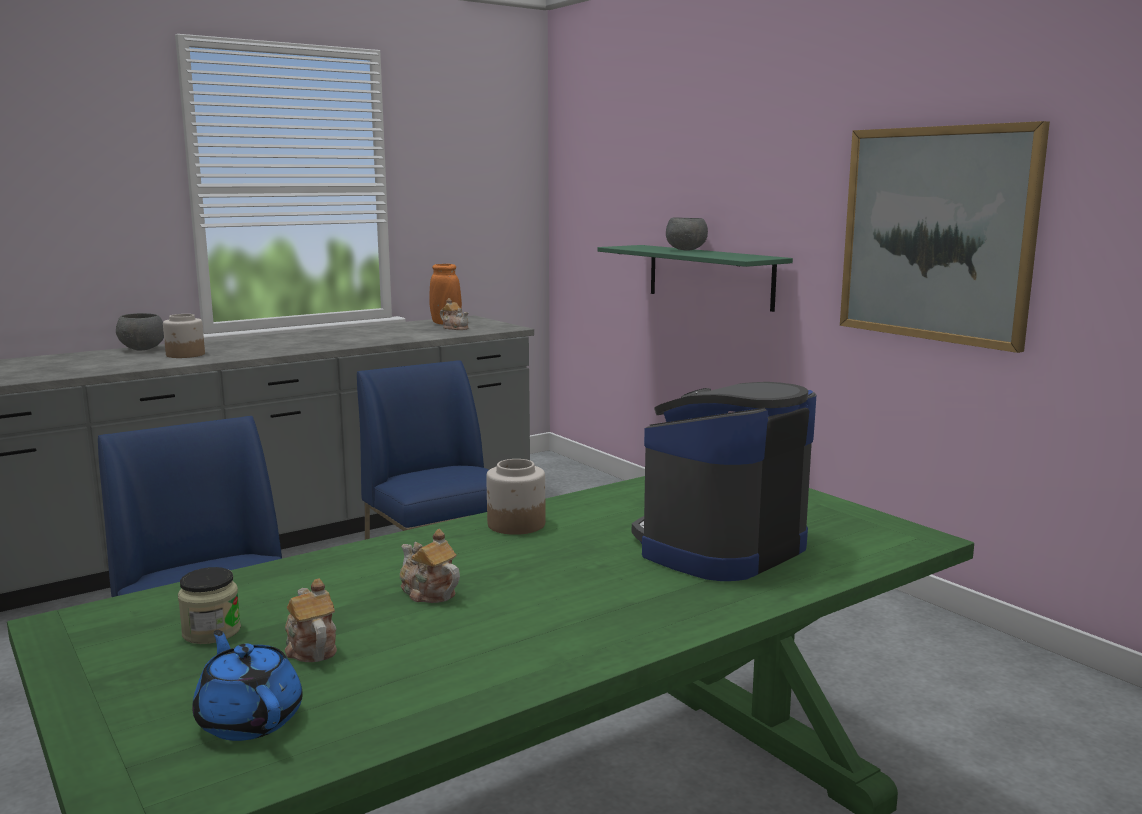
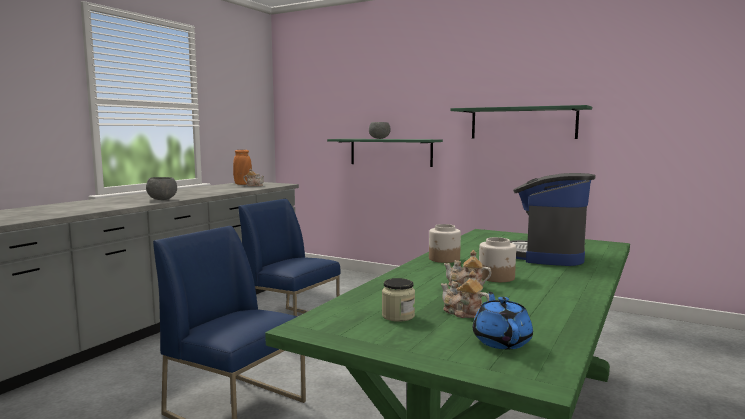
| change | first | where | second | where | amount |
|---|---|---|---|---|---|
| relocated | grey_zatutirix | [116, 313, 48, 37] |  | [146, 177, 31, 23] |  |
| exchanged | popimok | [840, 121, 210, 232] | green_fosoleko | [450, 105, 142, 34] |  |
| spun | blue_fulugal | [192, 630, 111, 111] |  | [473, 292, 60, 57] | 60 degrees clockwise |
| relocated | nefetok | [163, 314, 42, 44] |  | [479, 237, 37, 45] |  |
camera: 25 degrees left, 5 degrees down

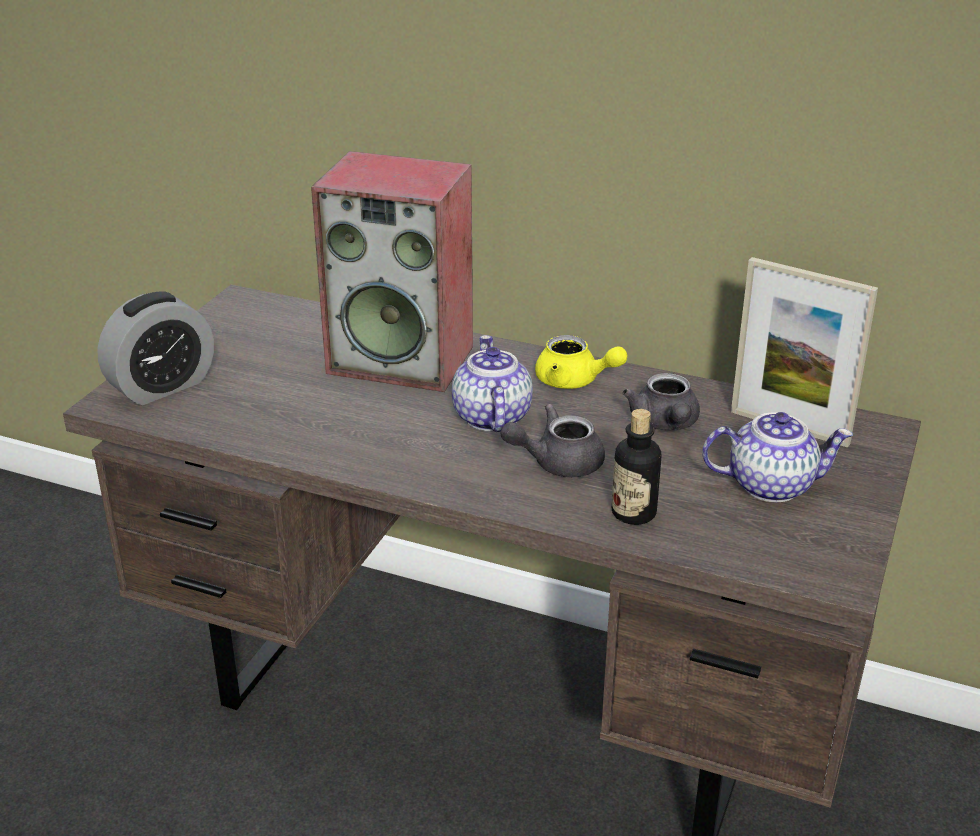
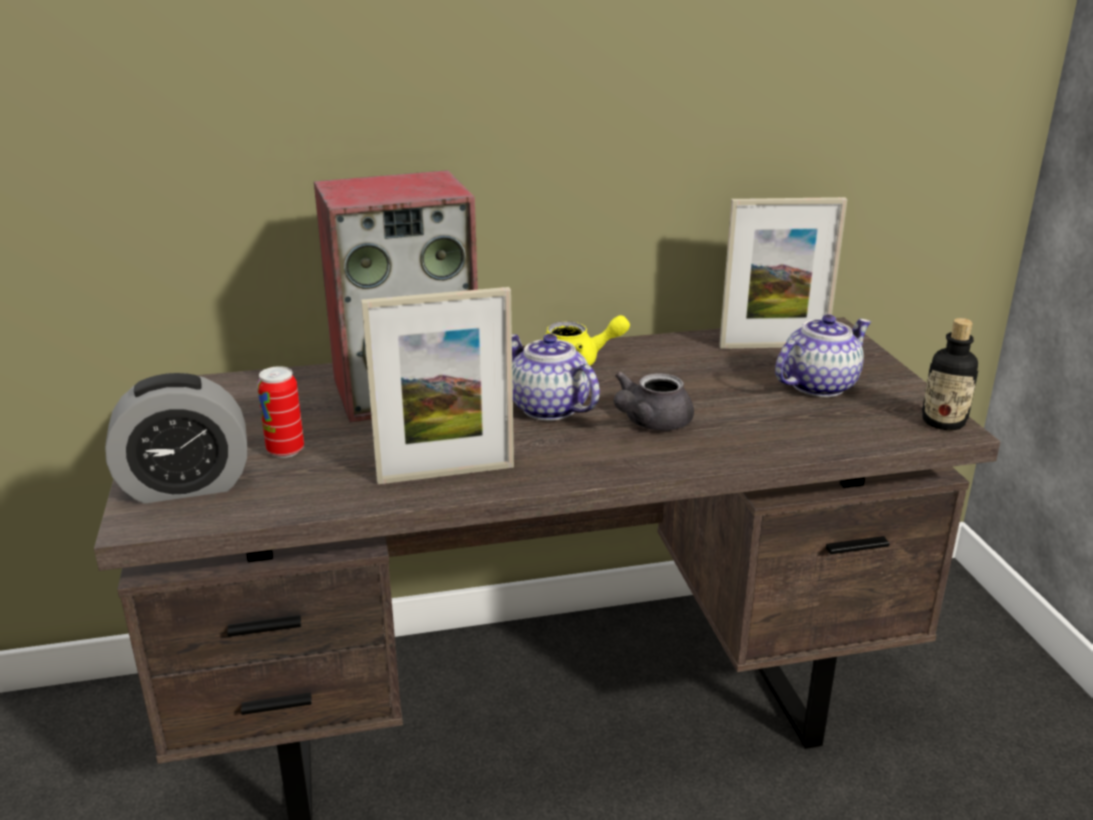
| change | first | where | second | where | amount |
|---|---|---|---|---|---|
| spun | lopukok | [97, 291, 117, 114] |  | [105, 373, 142, 130] | 60 degrees clockwise |
| appeared |  |  | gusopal | [257, 366, 47, 92] |  |
| appeared |  |  | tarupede | [361, 287, 153, 197] |  |
| relocated | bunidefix | [612, 409, 49, 116] |  | [922, 318, 56, 112] |  |
| missing | grey_fulugal | [622, 373, 78, 58] |  |  |  |
camera: 35 degrees left, 5 degrees down

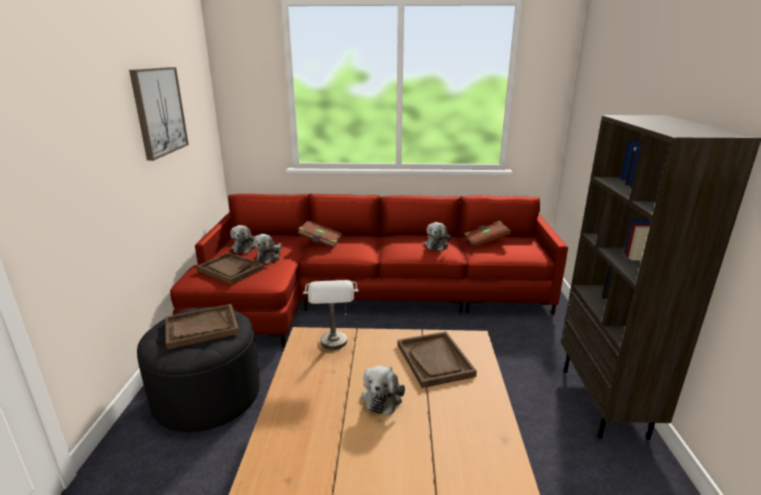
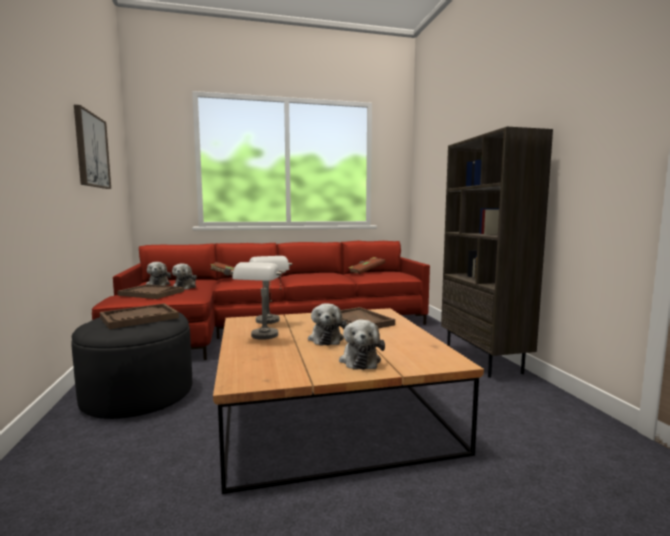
| change | first | where | second | where | amount |
|---|---|---|---|---|---|
| appeared |  |  | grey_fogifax | [231, 262, 55, 78] |  |
| relocated | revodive | [424, 222, 27, 29] |  | [339, 320, 46, 50] |  |
camera: 15 degrees left, 15 degrees down

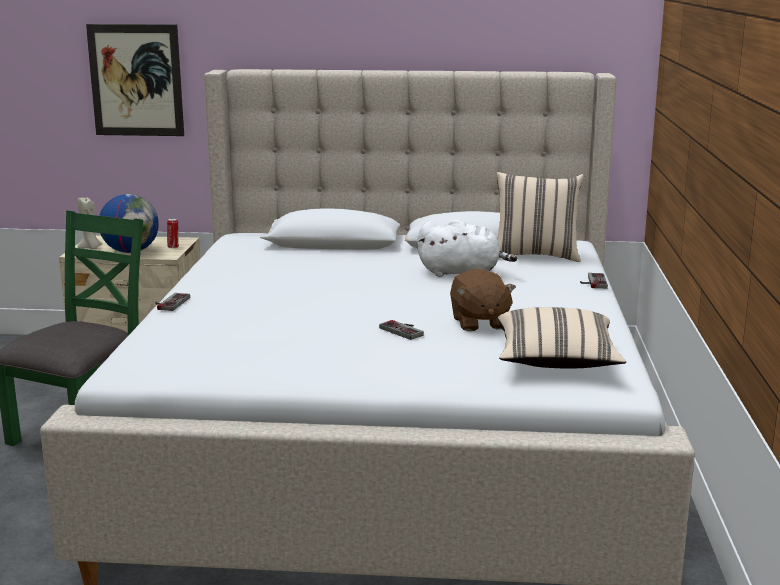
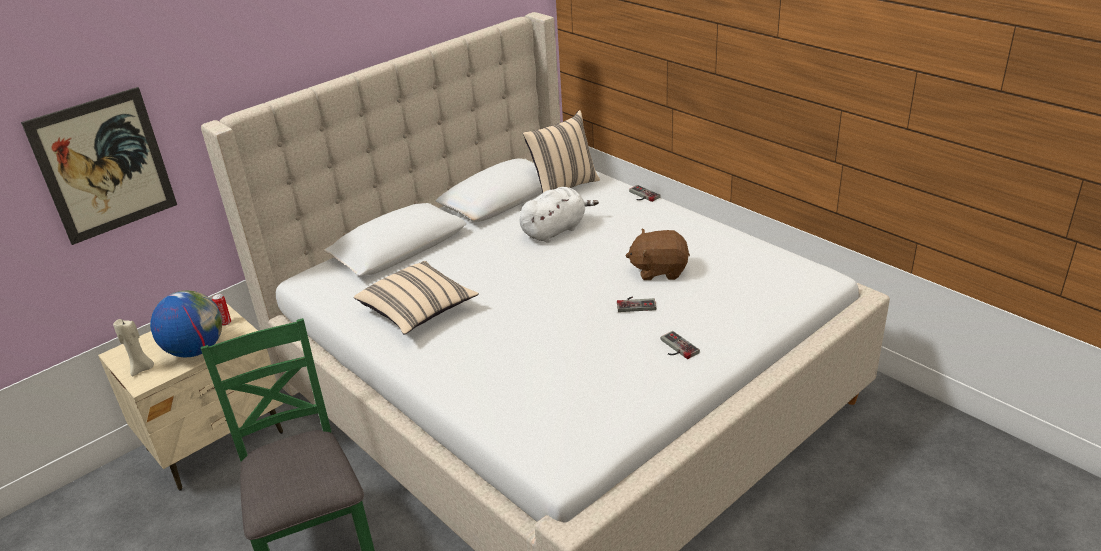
| change | first | where | second | where | amount |
|---|---|---|---|---|---|
| relocated | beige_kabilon | [498, 307, 128, 61] |  | [354, 261, 125, 73] |  |
| spun | brown_revodive | [450, 269, 66, 62] |  | [625, 229, 65, 51] | 150 degrees clockwise |
| relocated | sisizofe | [155, 293, 35, 18] |  | [661, 331, 39, 28] |  |
camera: 45 degrees left, 15 degrees up

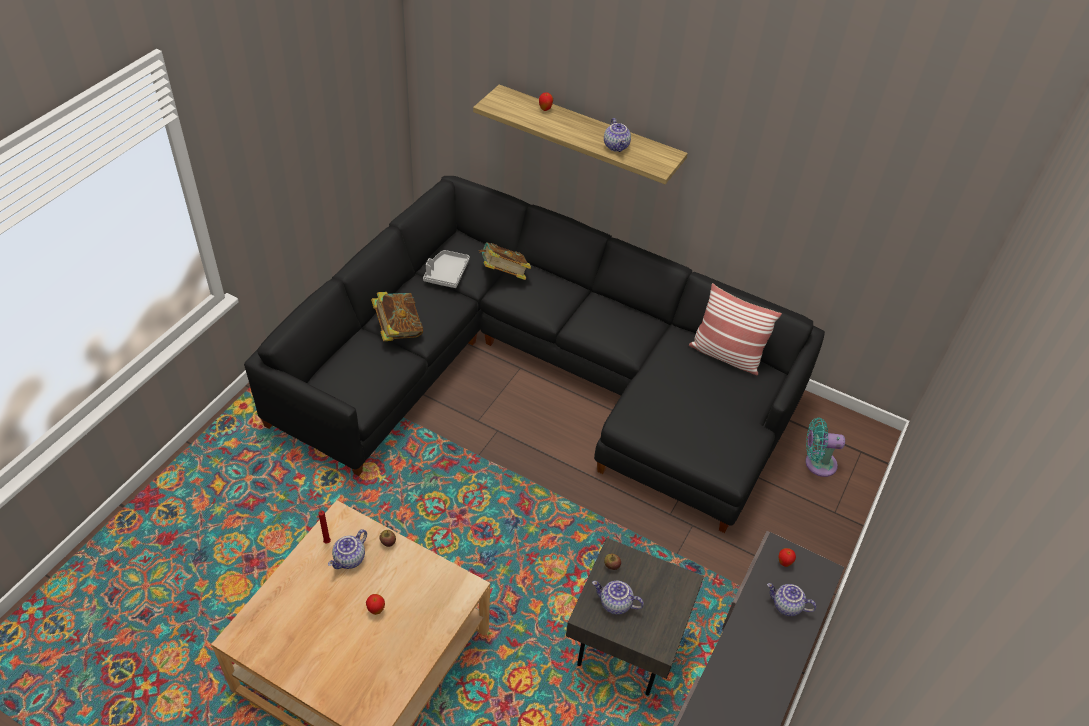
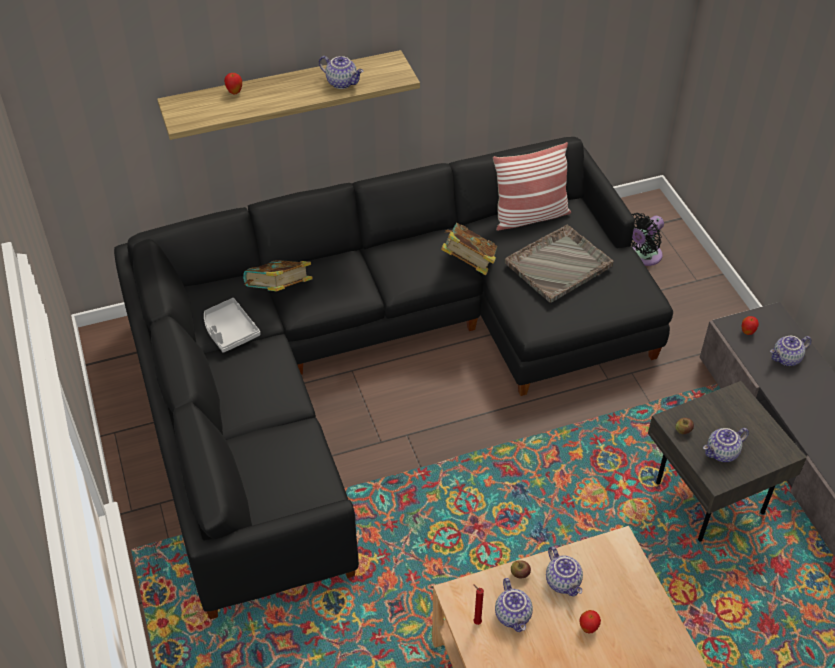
| change | first | where | second | where | amount |
|---|---|---|---|---|---|
| relocated | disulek | [371, 292, 52, 49] |  | [441, 223, 56, 52] |  |
| appeared |  |  | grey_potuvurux | [505, 225, 108, 78] |  |
| appeared |  |  | fulugal | [546, 547, 37, 50] |  |
| colour | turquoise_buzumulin | [805, 418, 40, 59] | black_buzumulin | [631, 213, 33, 53] |  |
camera: 45 degrees left, 0 degrees up

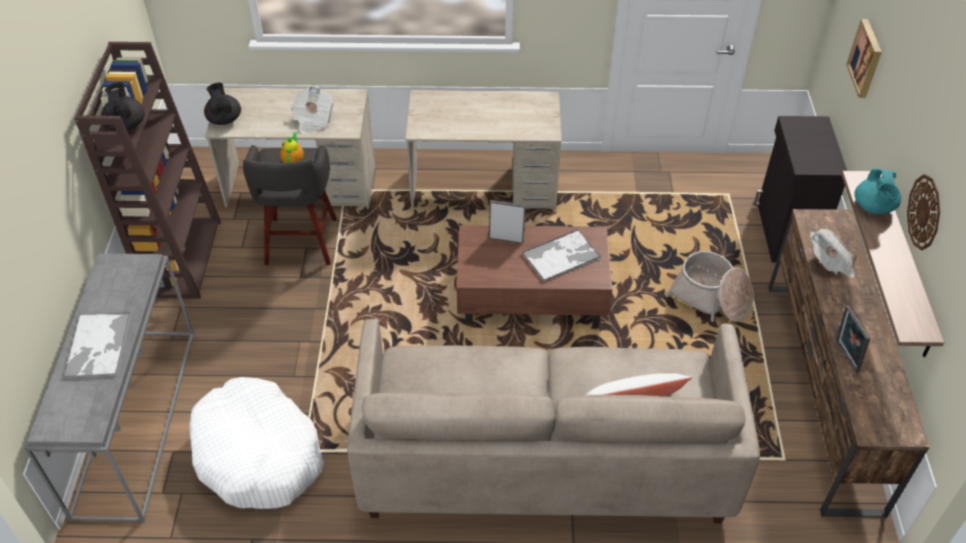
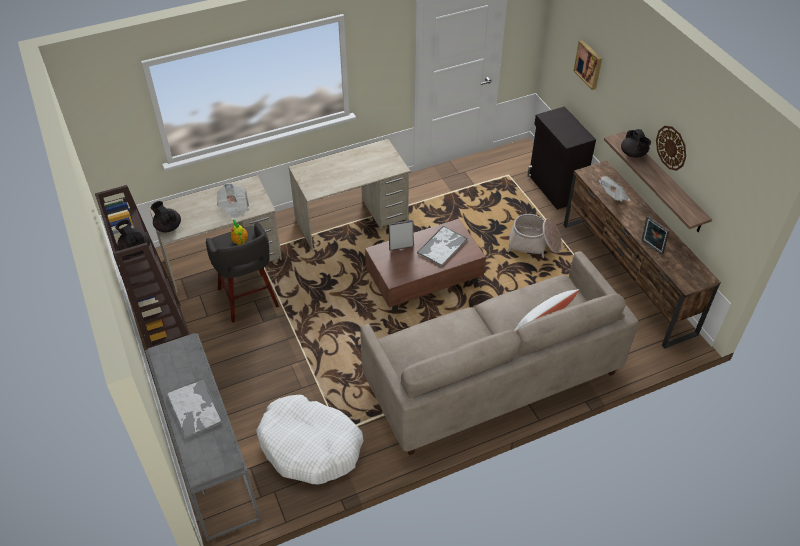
| change | first | where | second | where | amount |
|---|---|---|---|---|---|
| colour | turquoise_fulugal | [855, 168, 46, 46] | black_fulugal | [621, 129, 30, 29] |  |
camera: 25 degrees left, 0 degrees up

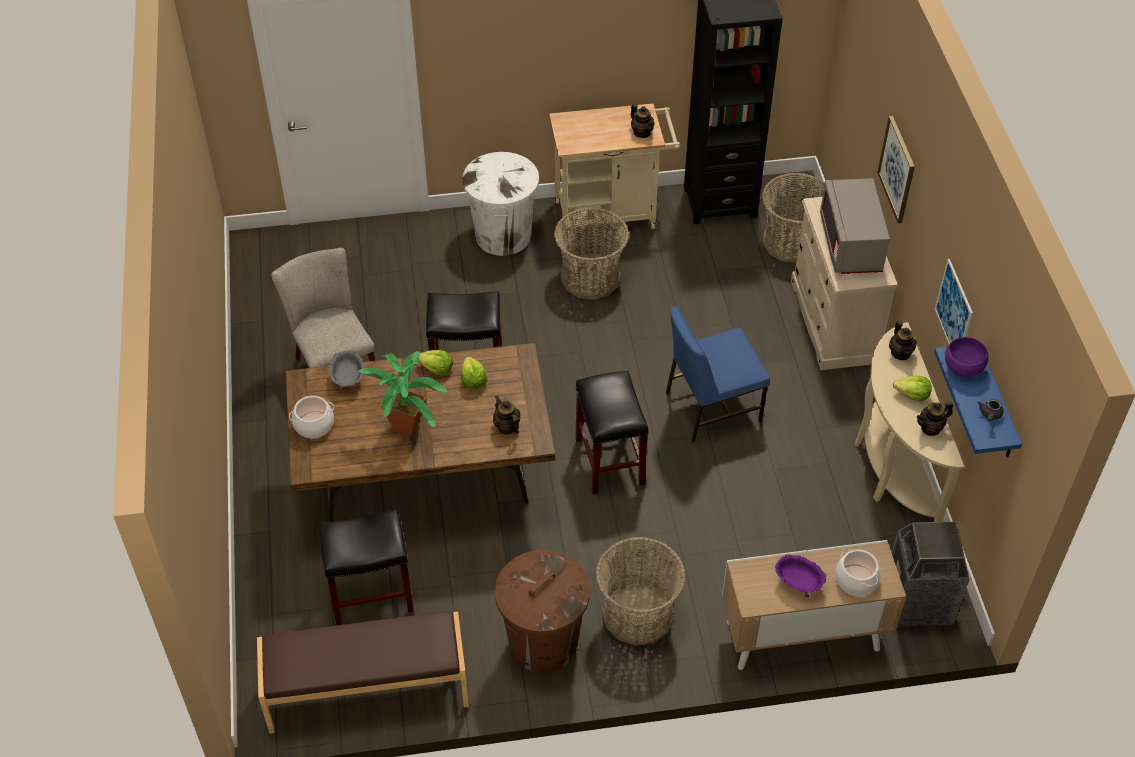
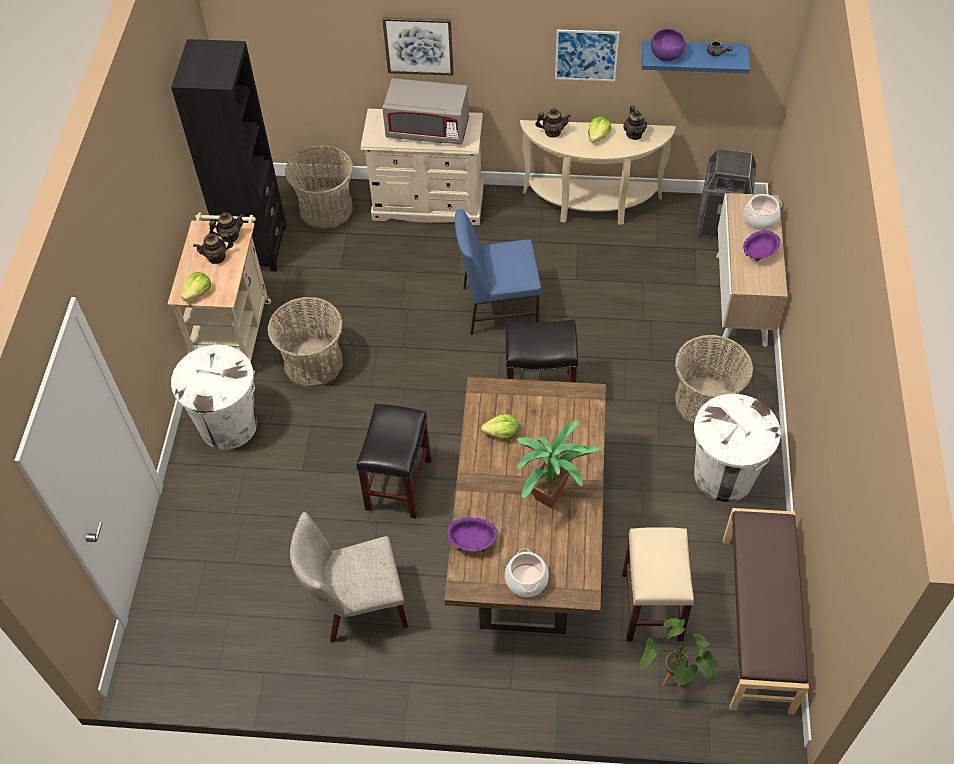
| change | first | where | second | where | amount |
|---|---|---|---|---|---|
| relocated | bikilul | [418, 350, 35, 26] |  | [181, 272, 30, 29] |  |
| relocated | fulugal | [493, 395, 27, 40] |  | [193, 233, 41, 31] |  |
| colour | grey_zatutirix | [328, 351, 36, 38] | purple_zatutirix | [447, 517, 50, 35] |  |
| spun | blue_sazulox | [666, 306, 104, 137] |  | [455, 209, 86, 126] | 90 degrees clockwise |
| colour | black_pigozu | [318, 509, 96, 116] | beige_pigozu | [622, 527, 72, 114] |  |
| appeared |  |  | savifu | [640, 618, 76, 68] |  |
| colour | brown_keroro | [494, 550, 96, 123] | white_keroro | [694, 394, 87, 108] |  |
camera: 75 degrees left, 5 degrees up

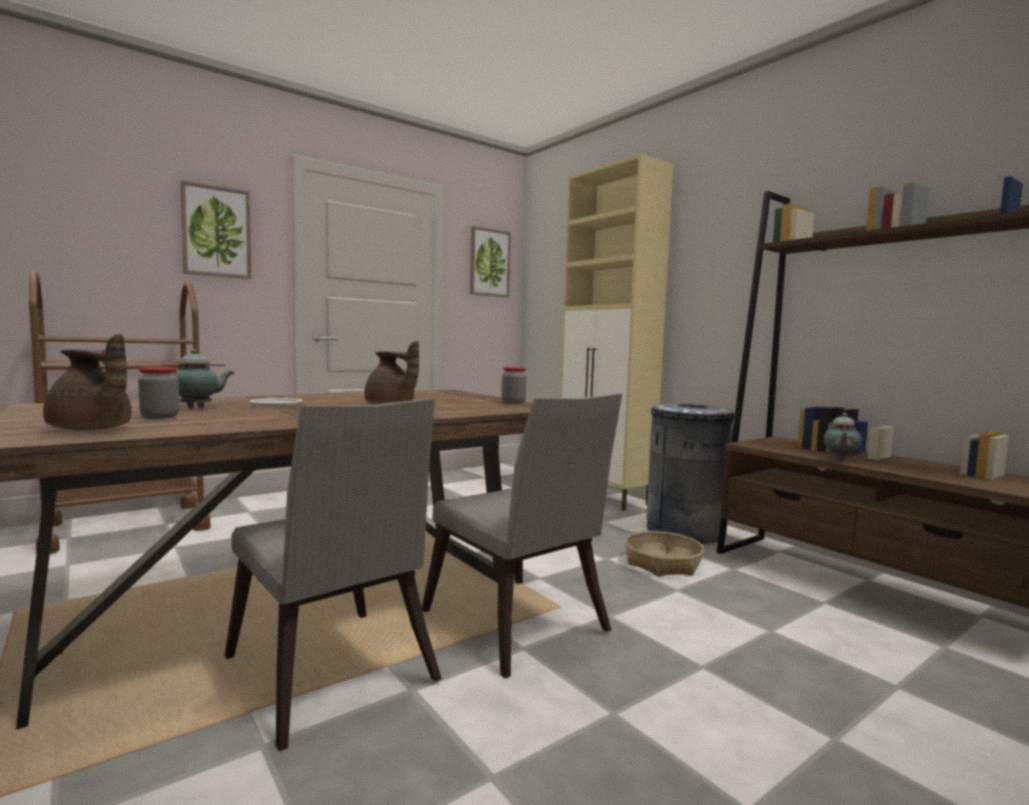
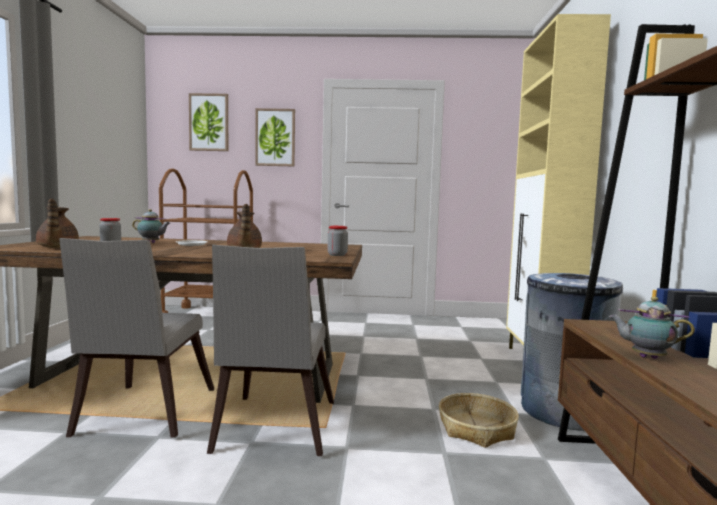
| change | first | where | second | where | amount |
|---|---|---|---|---|---|
| relocated | popimok | [470, 226, 41, 71] |  | [189, 93, 39, 58] |  |
| spun | fulugal | [823, 413, 39, 48] |  | [609, 297, 86, 62] | 45 degrees clockwise |
camera: 40 degrees right, 0 degrees up

